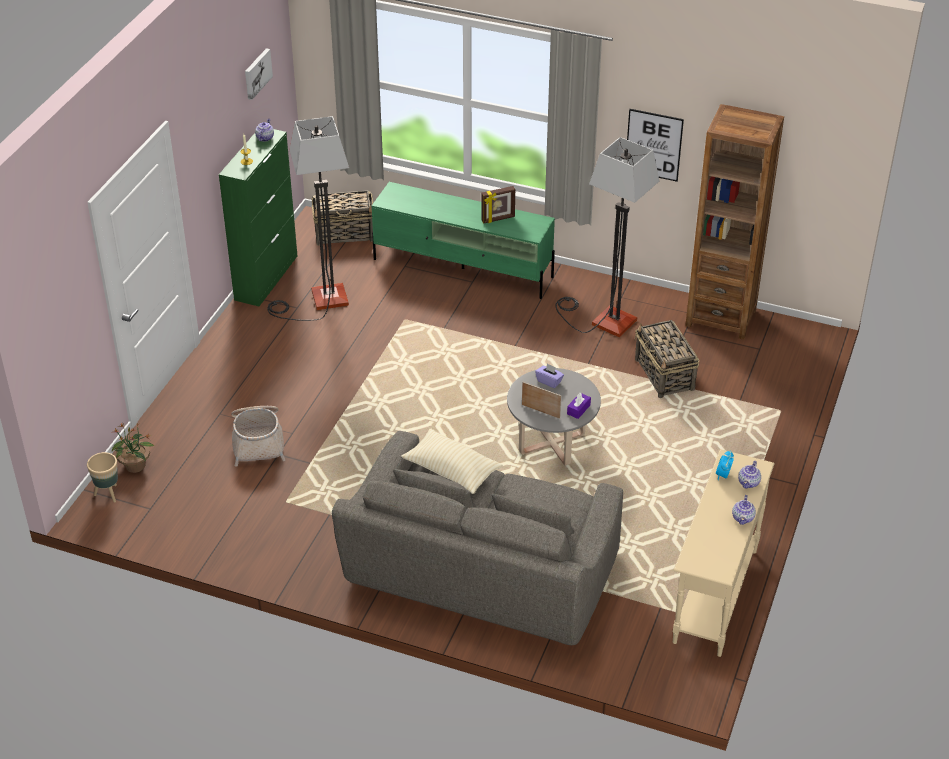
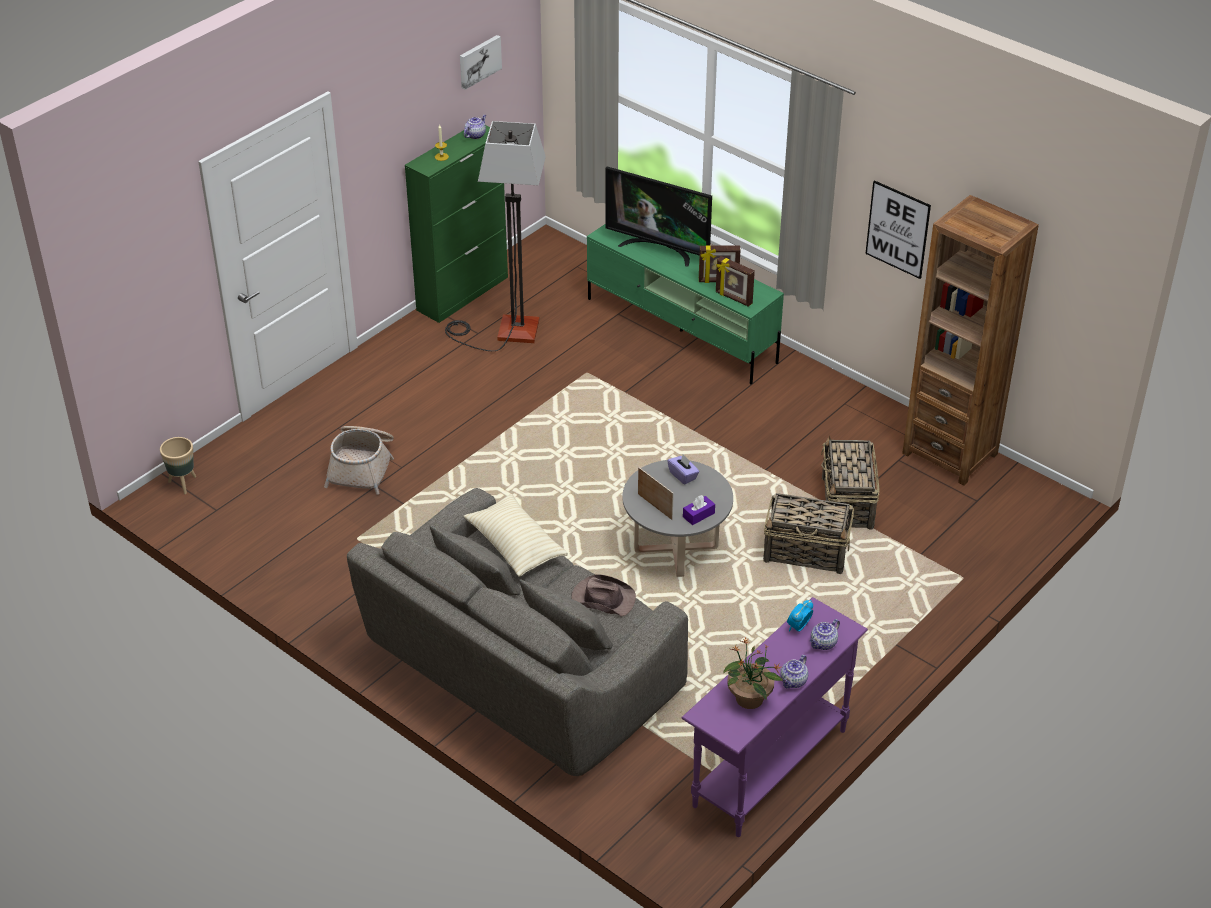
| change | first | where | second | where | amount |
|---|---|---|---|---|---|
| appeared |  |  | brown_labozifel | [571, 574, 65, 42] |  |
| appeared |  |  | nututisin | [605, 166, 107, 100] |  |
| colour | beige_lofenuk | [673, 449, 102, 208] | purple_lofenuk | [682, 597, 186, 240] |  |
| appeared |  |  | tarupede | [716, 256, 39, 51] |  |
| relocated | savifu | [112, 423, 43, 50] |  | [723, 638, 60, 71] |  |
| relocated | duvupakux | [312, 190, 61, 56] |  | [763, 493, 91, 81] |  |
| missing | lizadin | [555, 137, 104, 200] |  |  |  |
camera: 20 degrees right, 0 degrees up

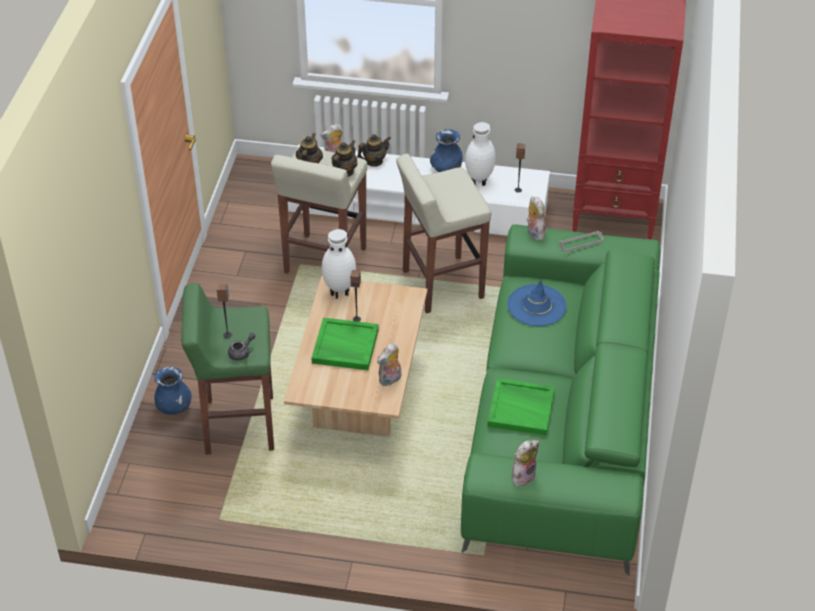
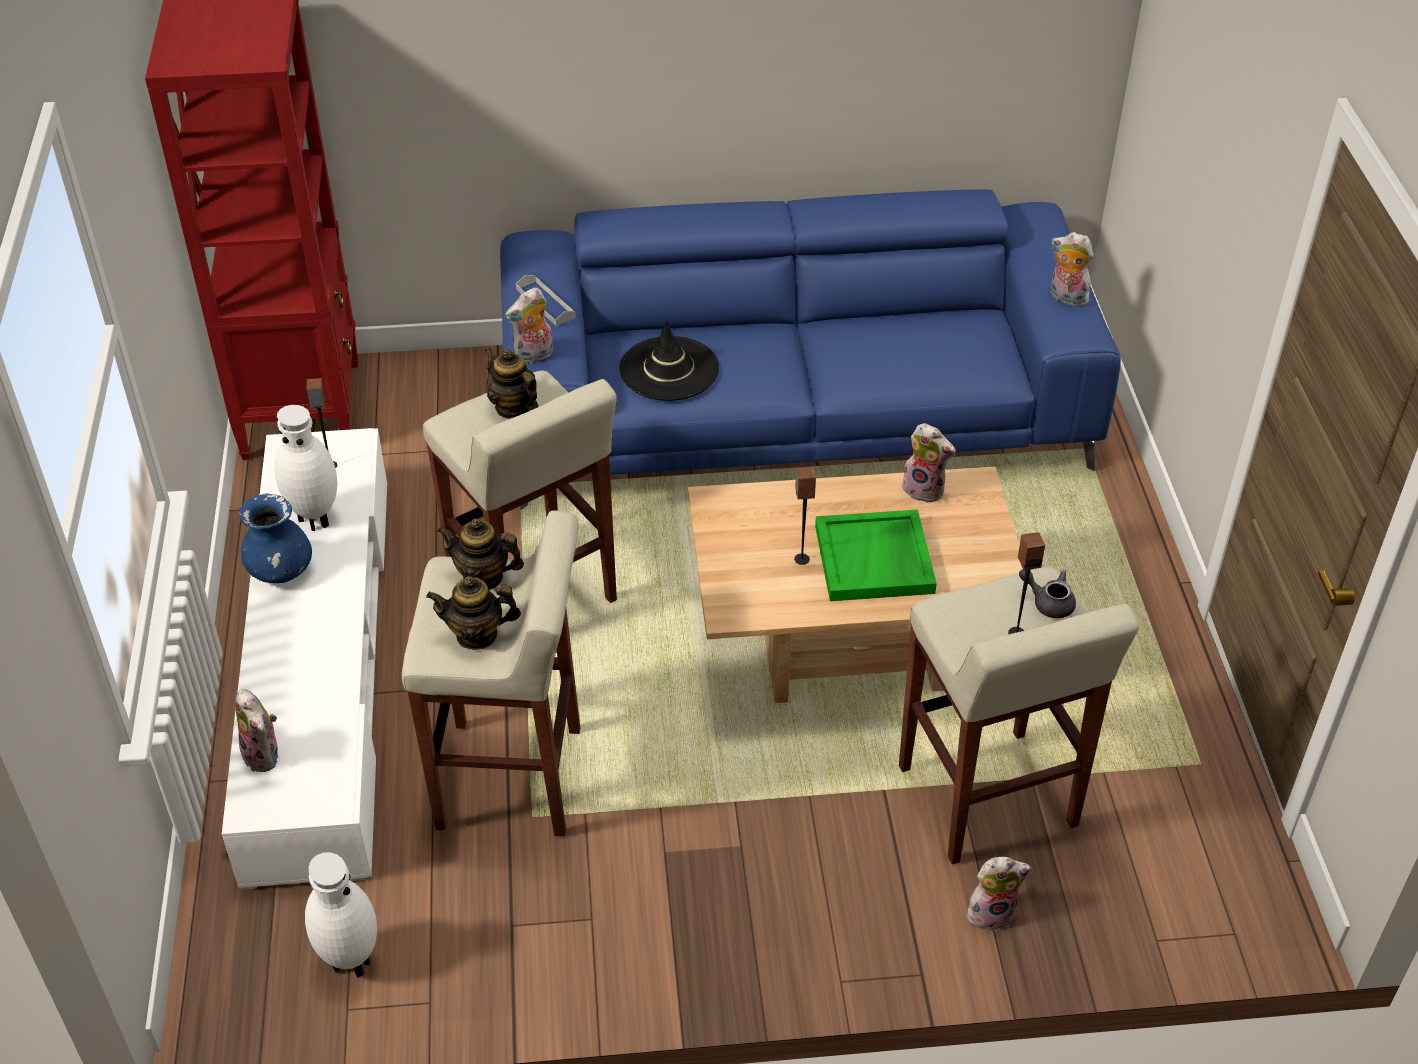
| change | first | where | second | where | amount |
|---|---|---|---|---|---|
| relocated | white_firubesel | [322, 229, 34, 70] |  | [305, 852, 72, 126] |  |
| relocated | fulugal | [357, 134, 34, 33] |  | [484, 348, 54, 71] |  |
| colour | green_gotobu | [461, 224, 199, 352] | blue_gotobu | [500, 189, 621, 321] |  |
| colour | blue_labozifel | [507, 279, 60, 47] | black_labozifel | [619, 320, 100, 81] |  |
| colour | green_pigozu | [181, 283, 93, 172] | beige_pigozu | [899, 567, 240, 298] |  |
| exchanged | blue_firubesel | [154, 367, 38, 48] | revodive | [967, 857, 64, 74] |  |
| missing | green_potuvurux | [488, 378, 67, 58] |  |  |  |
camera: 105 degrees left, 0 degrees up

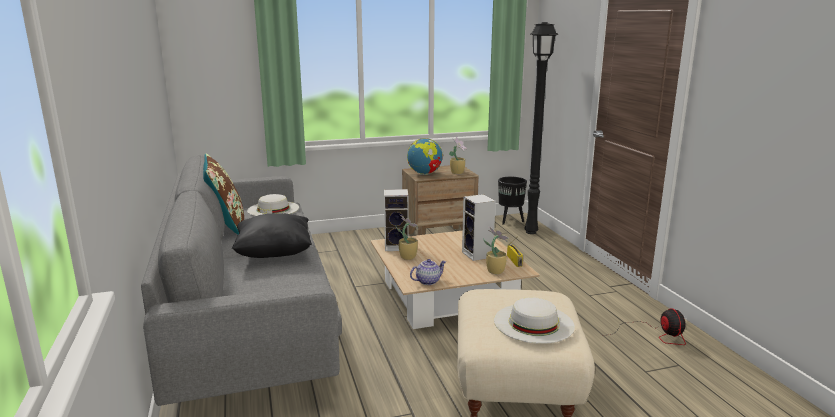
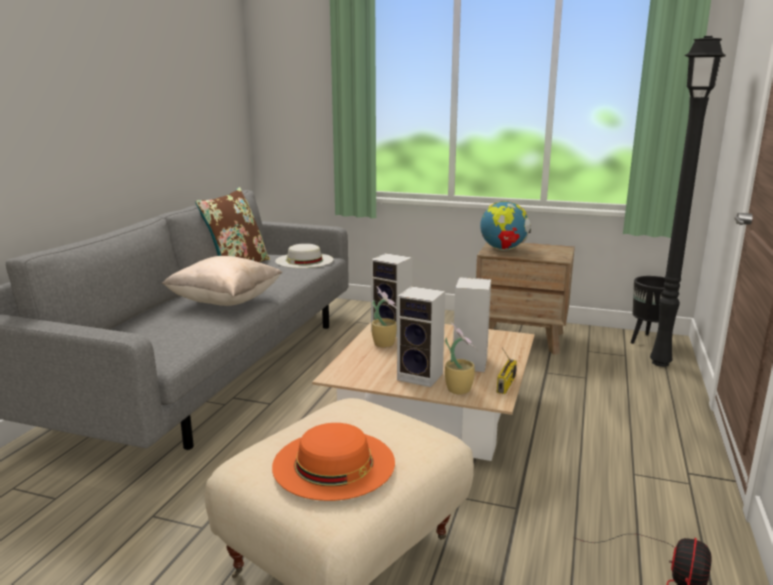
| change | first | where | second | where | amount |
|---|---|---|---|---|---|
| colour | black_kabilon | [232, 213, 80, 45] | beige_kabilon | [162, 256, 120, 50] |  |
| colour | white_labozifel | [494, 297, 81, 47] | orange_labozifel | [272, 423, 123, 78] |  |
| appeared |  |  | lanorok | [397, 286, 48, 101] |  |
| missing | fulugal | [410, 259, 36, 26] |  |  |  |
| missing | savifu | [449, 137, 18, 37] |  |  |  |
camera: 35 degrees right, 0 degrees up

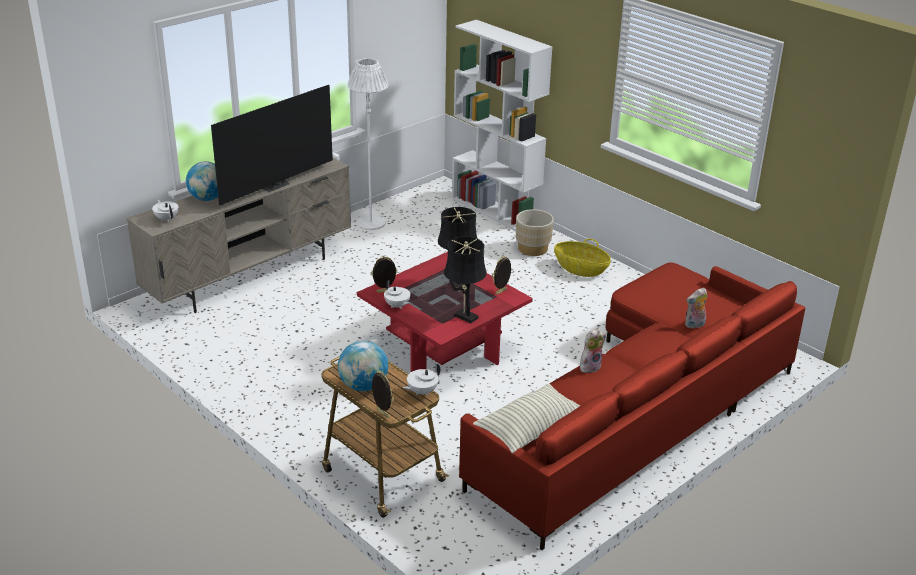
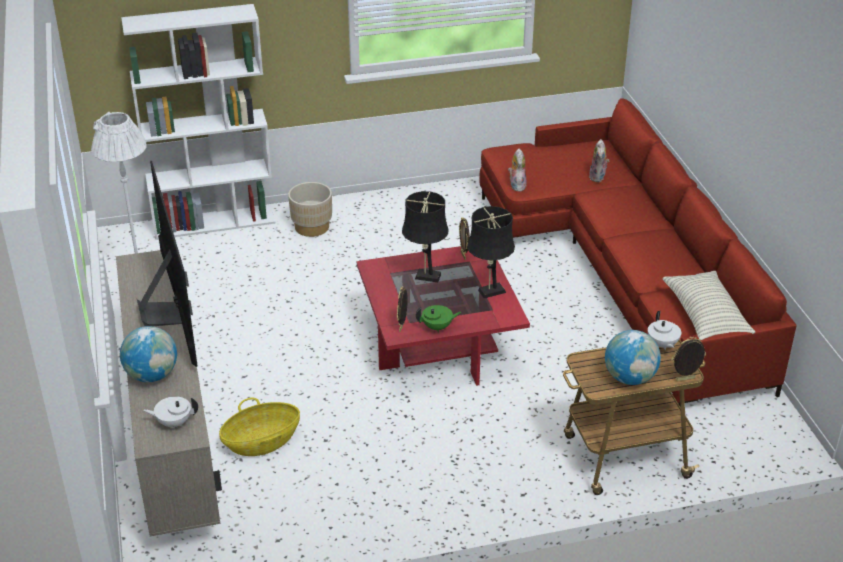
| change | first | where | second | where | amount |
|---|---|---|---|---|---|
| relocated | duvupakux | [554, 239, 57, 38] |  | [219, 398, 81, 58] |  |
| colour | white_fulugal | [384, 280, 27, 29] | green_fulugal | [416, 305, 45, 28] |  |
| relocated | revodive | [580, 329, 26, 44] |  | [508, 149, 18, 43] |  |
camera: 60 degrees left, 5 degrees up

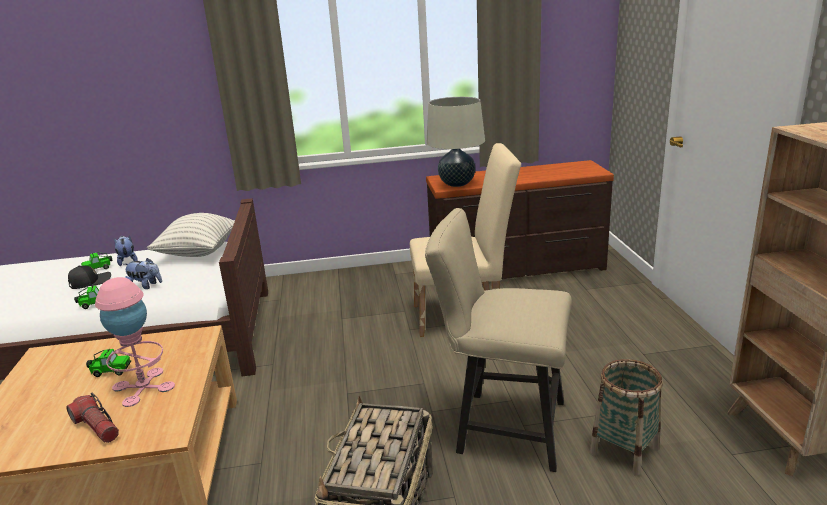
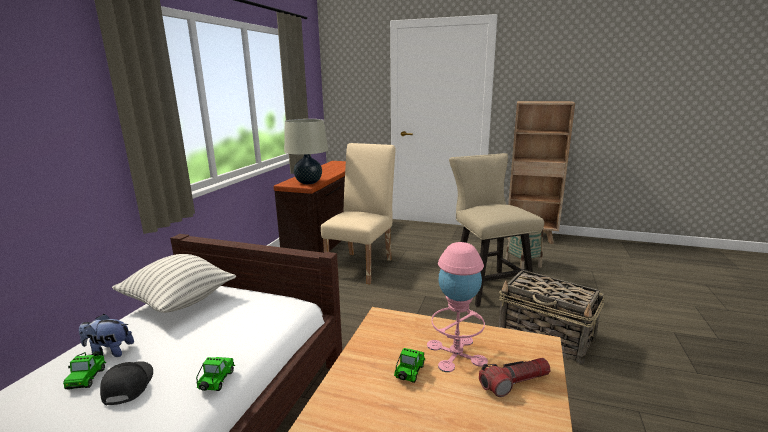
| change | first | where | second | where | amount |
|---|---|---|---|---|---|
| spun | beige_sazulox | [425, 208, 147, 264] |  | [449, 153, 95, 154] | 120 degrees clockwise |
| missing | revodive | [124, 258, 38, 31] |  |  |  |
camera: 65 degrees left, 5 degrees down

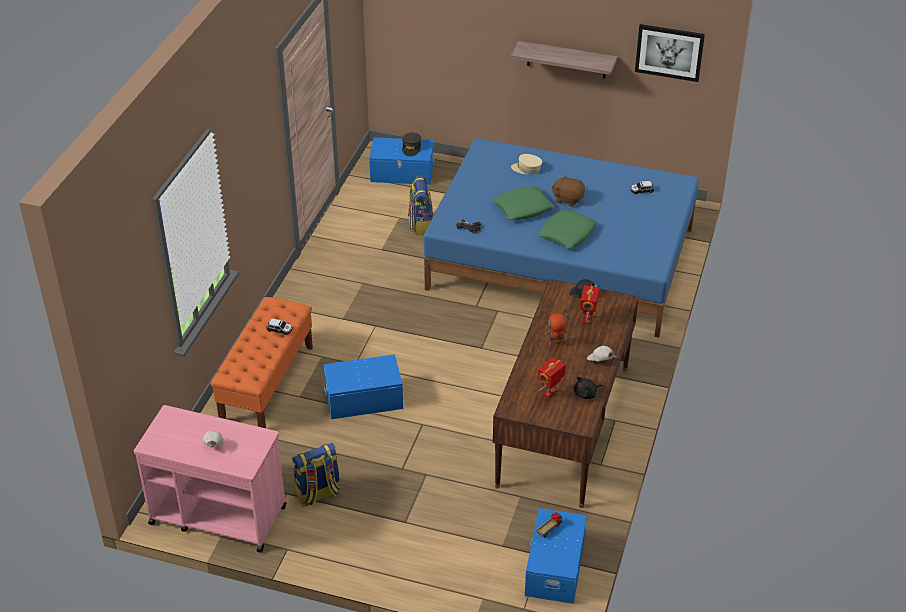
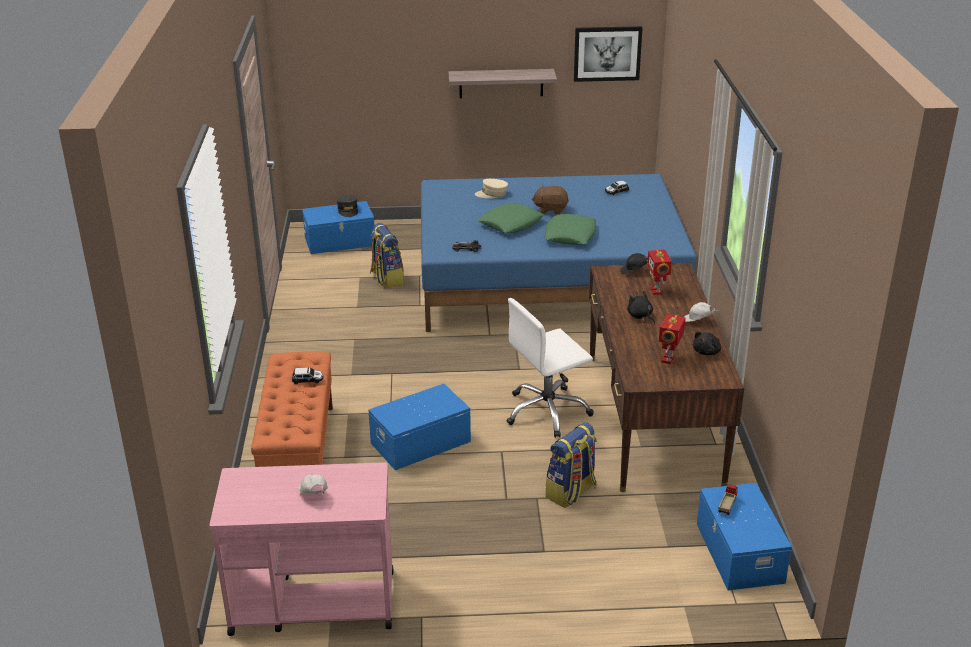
| change | first | where | second | where | amount |
|---|---|---|---|---|---|
| appeared |  |  | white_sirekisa | [506, 298, 88, 140] |  |
| relocated | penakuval | [292, 443, 49, 64] |  | [546, 422, 51, 86] |  |
| exchanged | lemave | [545, 313, 24, 33] | black_revodive | [627, 291, 28, 33] |  |
camera: 20 degrees left, 10 degrees down

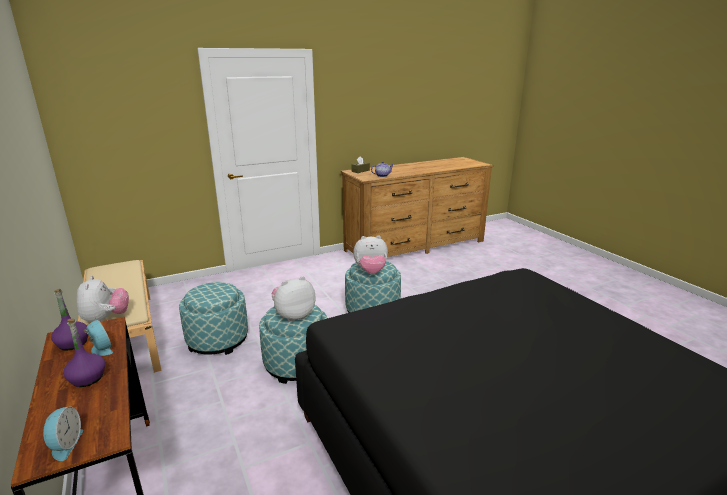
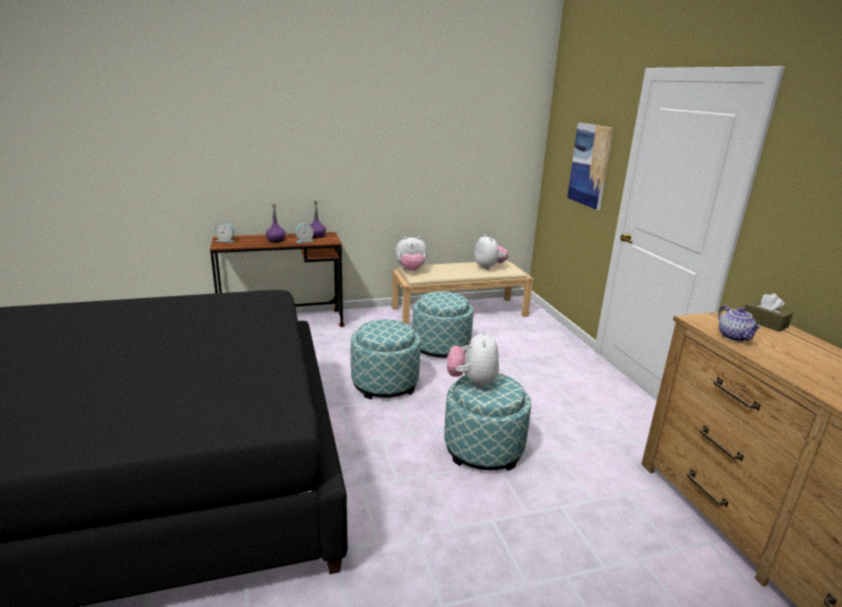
| change | first | where | second | where | amount |
|---|---|---|---|---|---|
| relocated | revodive | [271, 276, 45, 46] |  | [474, 234, 34, 36] |  |
| appeared |  |  | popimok | [567, 123, 47, 87] |  |
camera: 100 degrees right, 0 degrees up

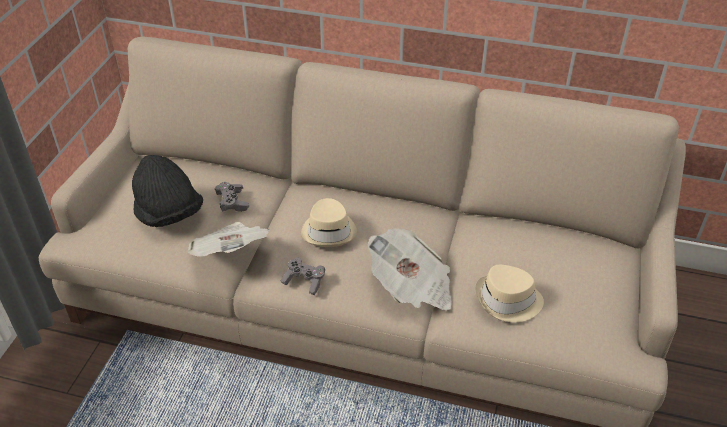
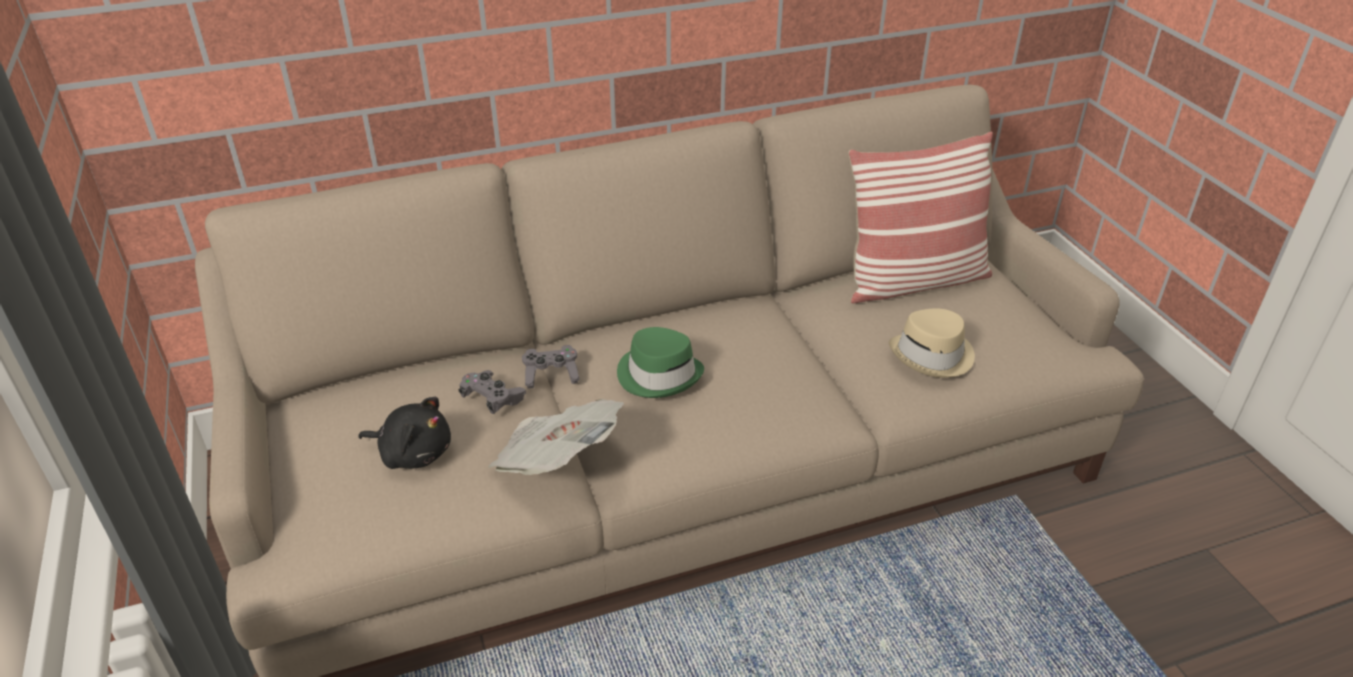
| change | first | where | second | where | amount |
|---|---|---|---|---|---|
| exchanged | black_labozifel | [132, 155, 71, 72] | black_revodive | [358, 397, 93, 72] |  |
| relocated | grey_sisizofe | [281, 257, 44, 38] |  | [522, 345, 58, 44] |  |
| colour | beige_labozifel | [301, 198, 56, 49] | green_labozifel | [617, 327, 87, 71] |  |
| appeared |  |  | kabilon | [848, 131, 145, 172] |  |
| missing | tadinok | [368, 228, 84, 82] |  |  |  |
camera: 35 degrees left, 5 degrees down

